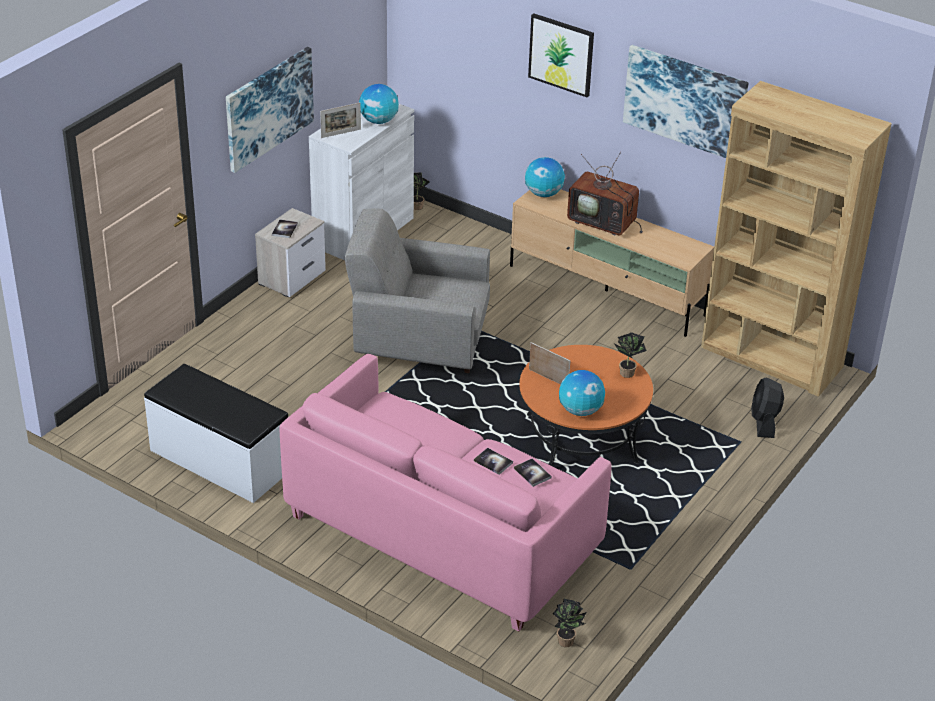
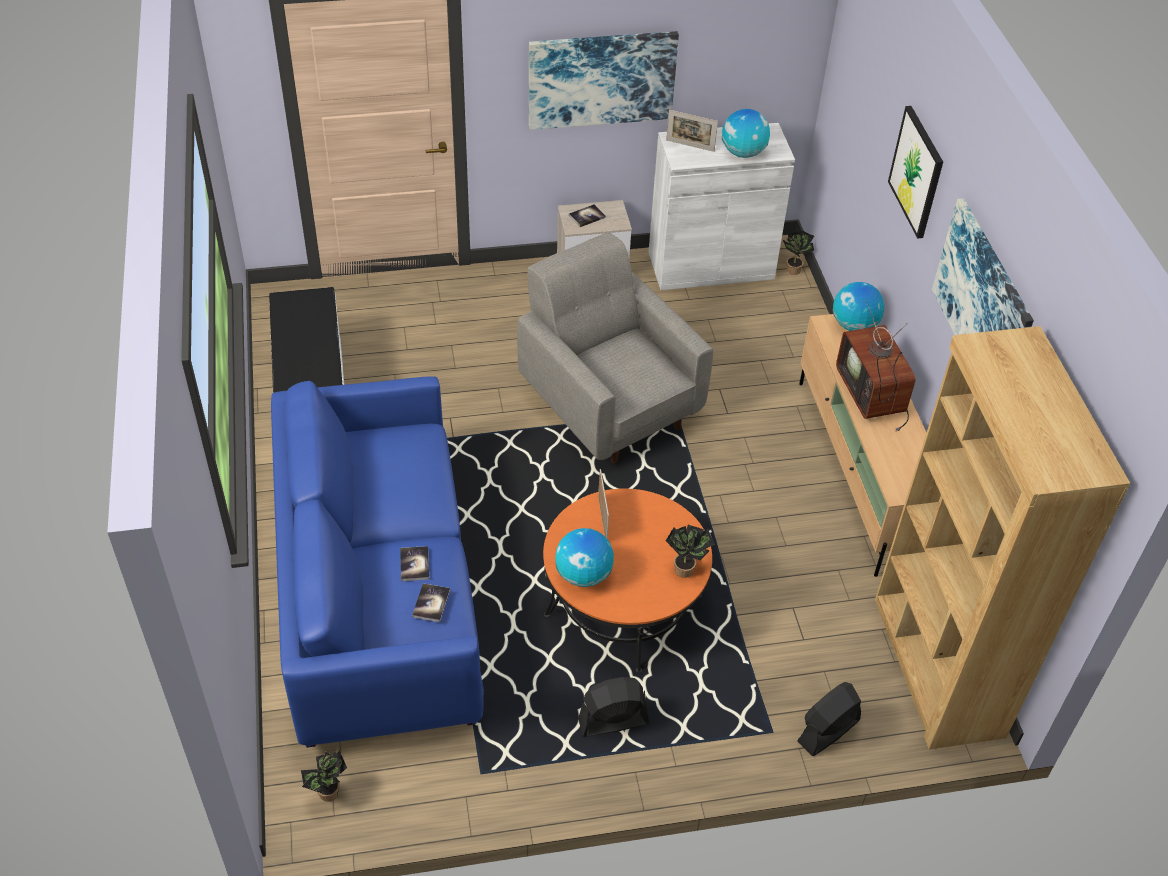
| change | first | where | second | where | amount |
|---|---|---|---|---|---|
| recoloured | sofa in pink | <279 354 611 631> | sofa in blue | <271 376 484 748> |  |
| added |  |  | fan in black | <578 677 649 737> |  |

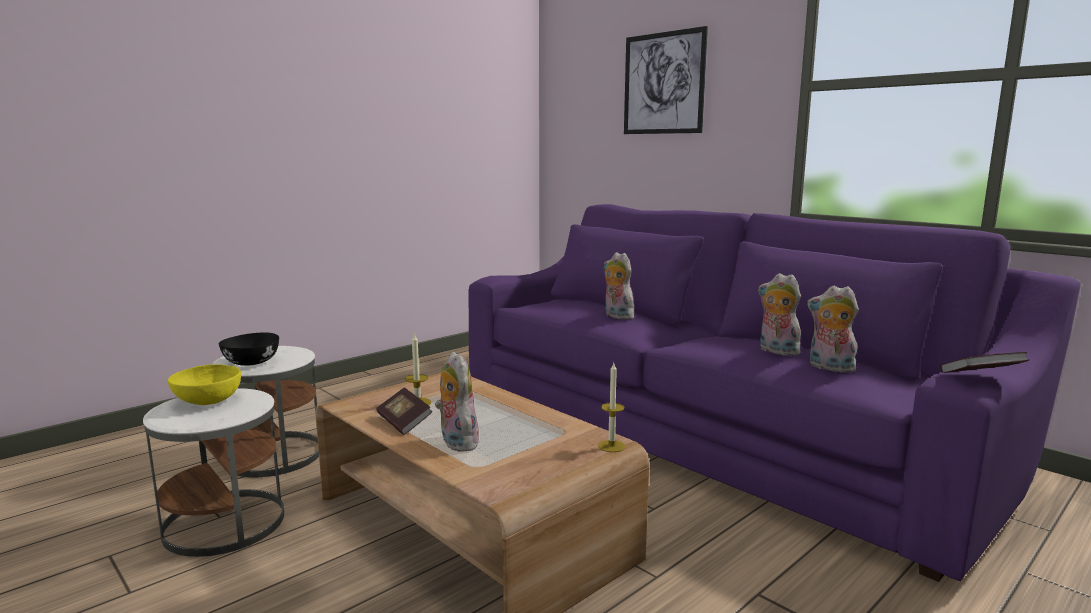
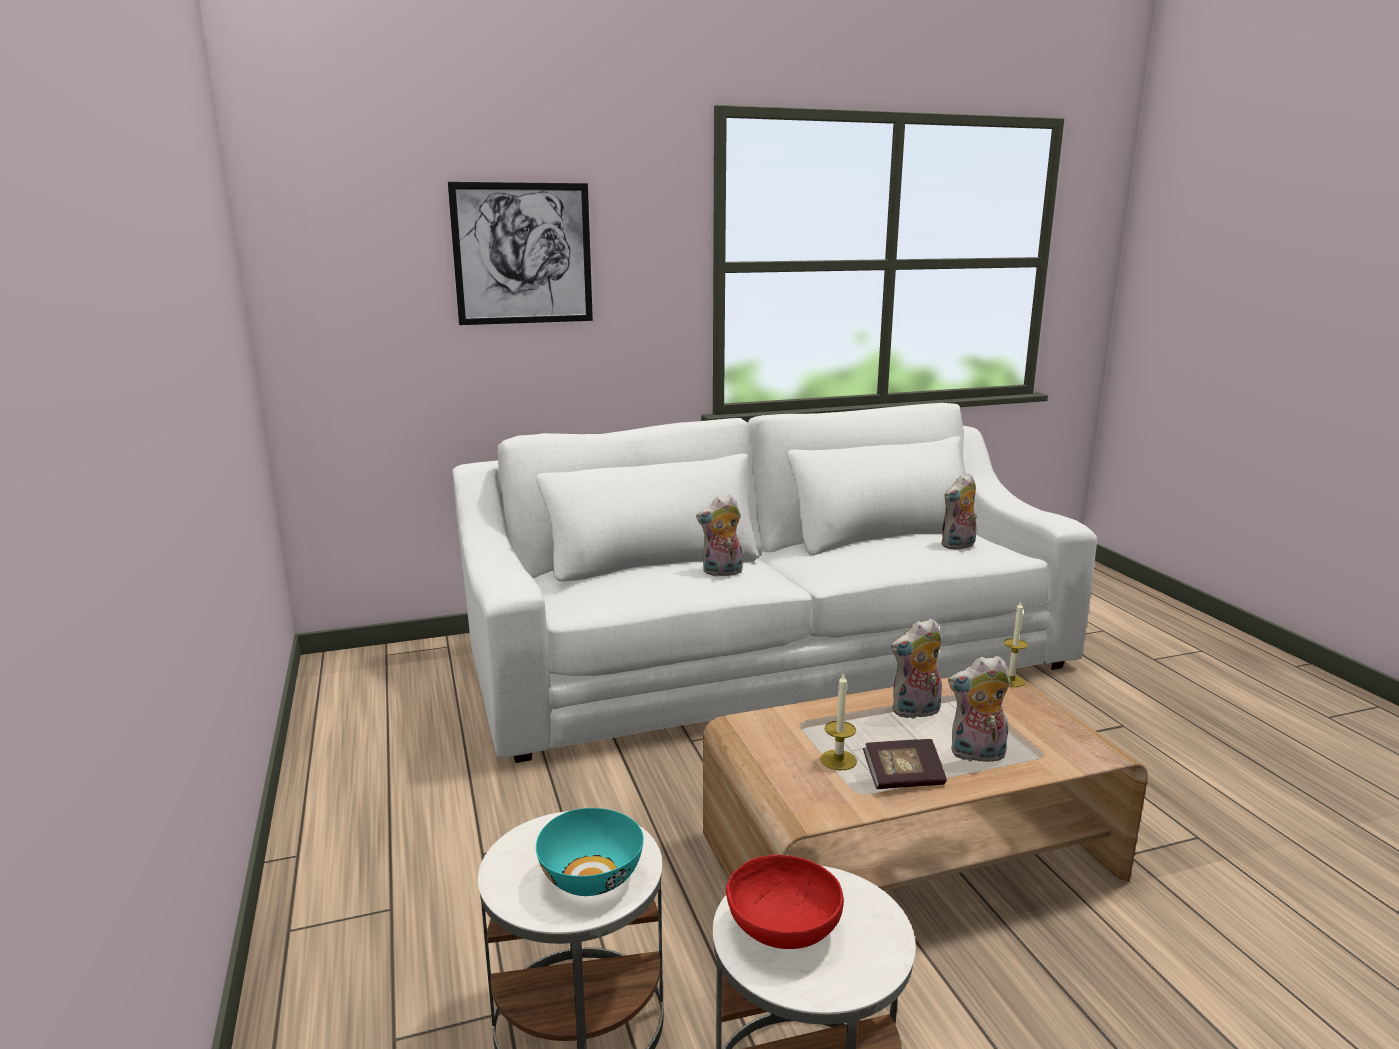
| change | first | where | second | where | amount |
|---|---|---|---|---|---|
| recoloured | sofa in purple | <469 204 1081 582> | sofa in white | <452 403 1097 763> |  |
| recoloured | bowl in black | <218 332 279 366> | bowl in turquoise | <536 808 644 896> |  |
| recoloured | bowl in yellow | <168 364 241 405> | bowl in red | <726 855 844 949> |  |
| moved | plush toy | <758 273 801 356> |  | <891 618 942 719> |  |
| removed | book | <940 352 1029 373> |  |  |  |

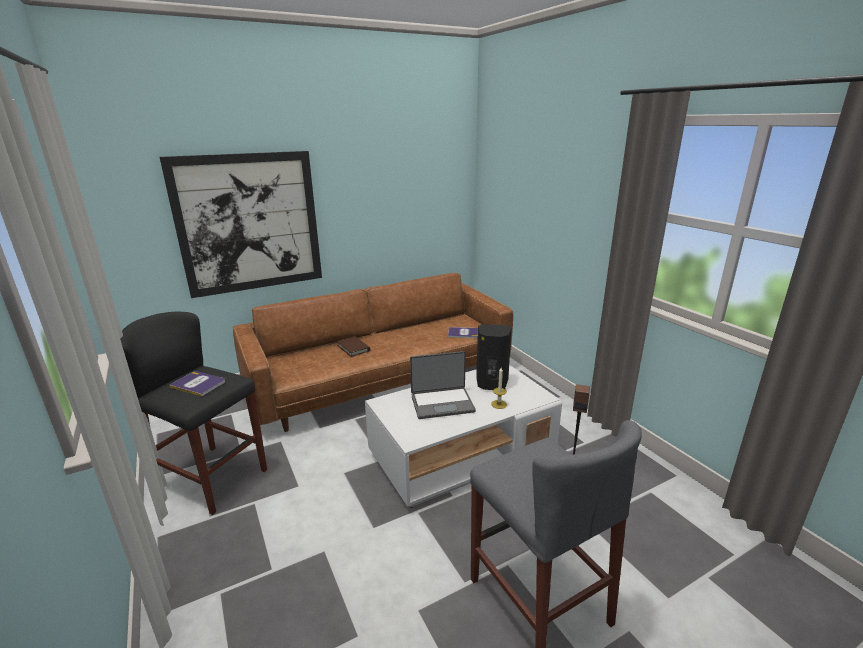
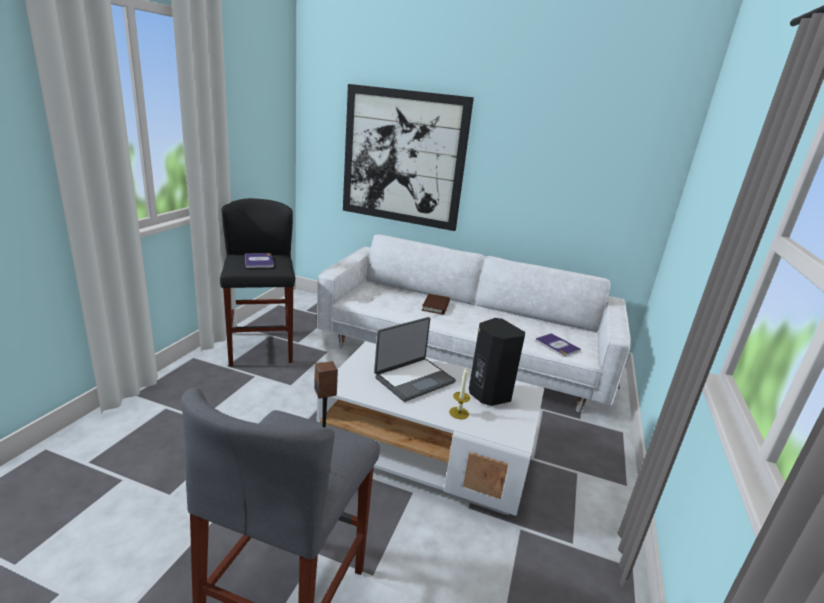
| change | first | where | second | where | amount |
|---|---|---|---|---|---|
| recoloured | sofa in brown | <233 273 513 432> | sofa in white | <317 234 631 412> |  |
| turned | laptop | <410 351 476 419> |  | <374 317 456 402> | 75 degrees counterclockwise |

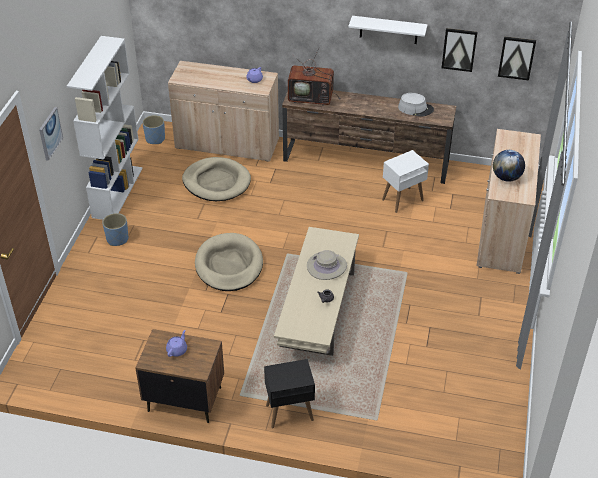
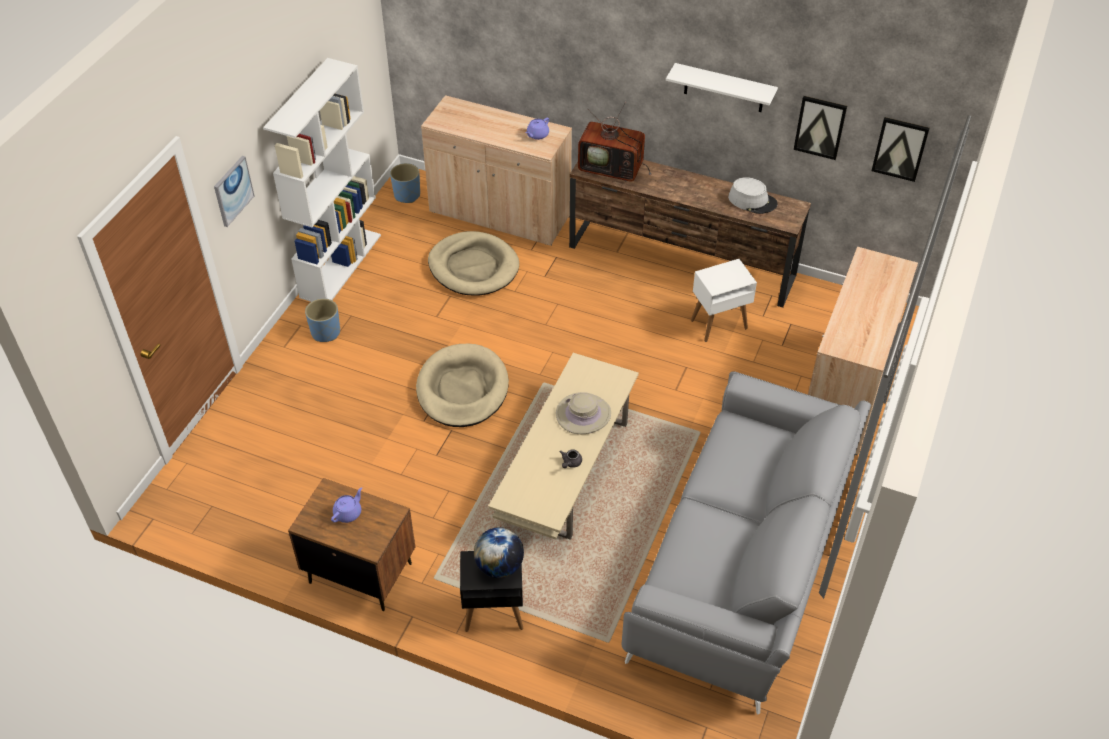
| change | first | where | second | where | amount |
|---|---|---|---|---|---|
| moved | globe | <493 150 525 182> |  | <474 527 524 578> |  |
| added |  |  | sofa in grey | <622 371 871 715> |  |

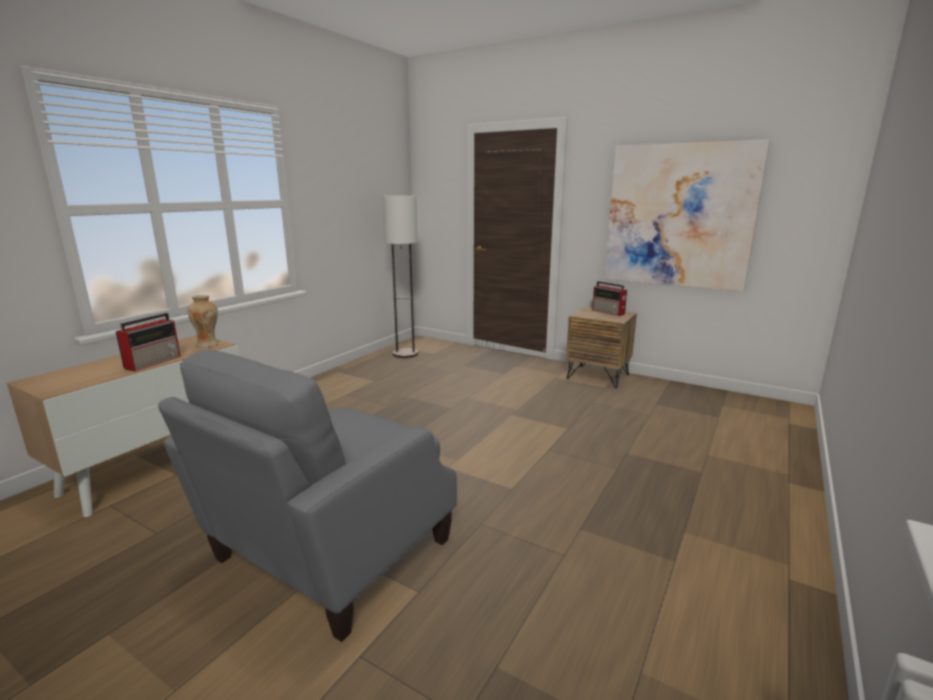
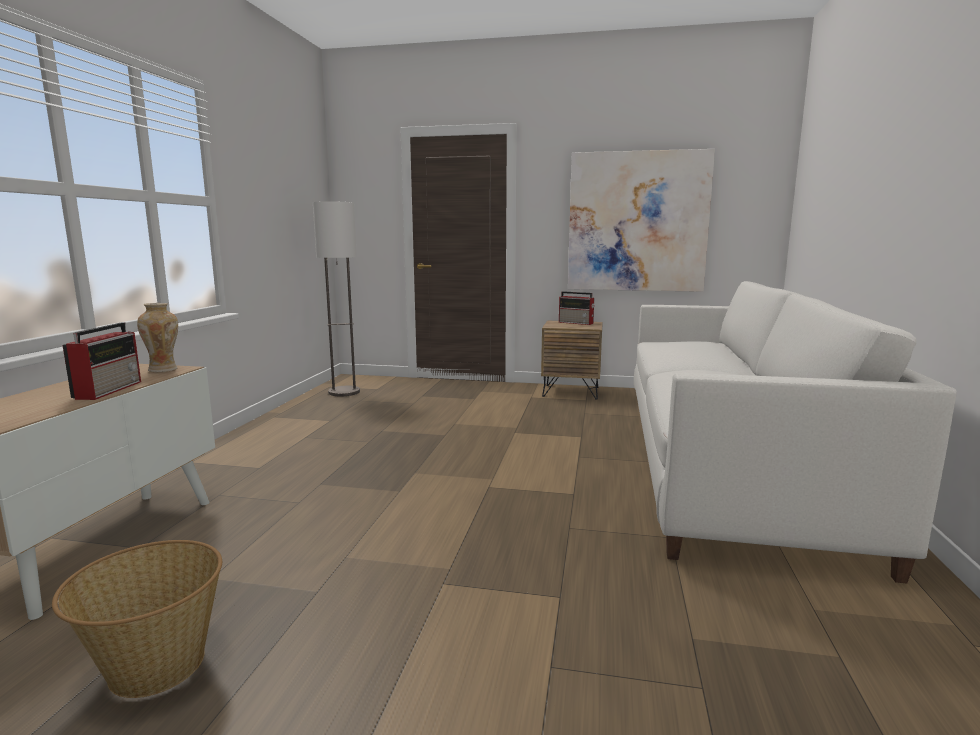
| change | first | where | second | where | amount |
|---|---|---|---|---|---|
| added |  |  | basket | <52 540 222 698> |  |
| added |  |  | sofa in white | <634 281 957 583> |  |
| removed | armchair in grey | <158 350 457 642> |  |  |  |

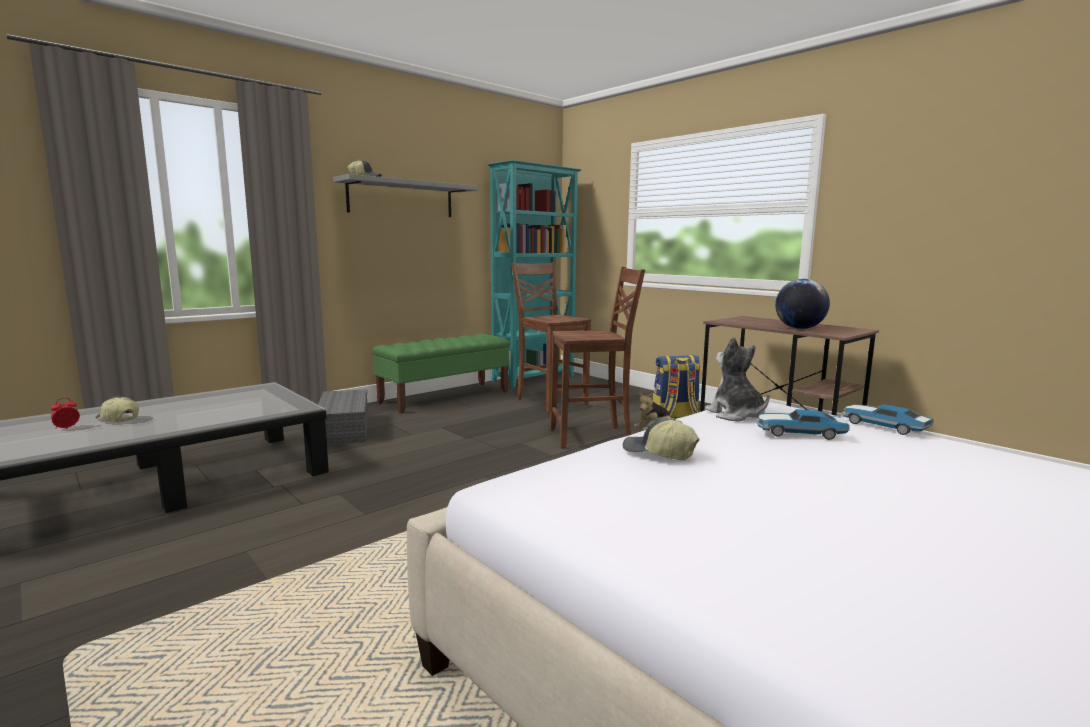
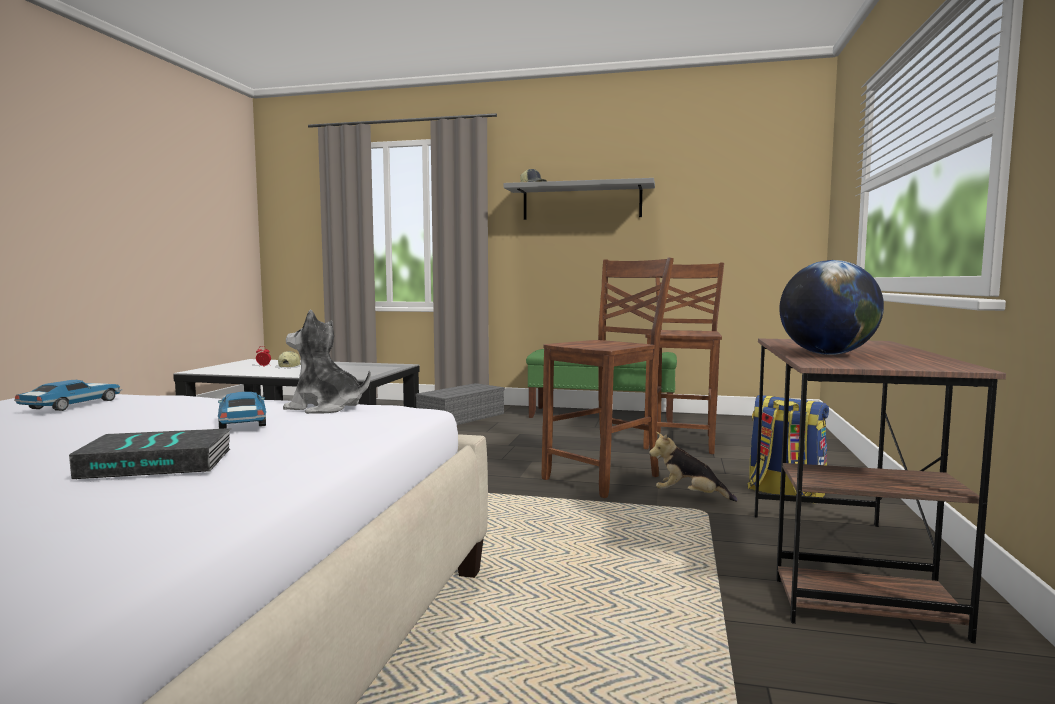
| change | first | where | second | where | amount |
|---|---|---|---|---|---|
| moved | toy car | <841 404 934 435> |  | <14 380 122 411> |  |
| added |  |  | book | <69 428 231 479> |  |
| turned | plush toy | <705 337 770 422> |  | <283 310 371 414> | 105 degrees counterclockwise |
| turned | chair in brown | <550 267 645 448> |  | <542 258 674 498> | 90 degrees counterclockwise |
| removed | bookcase in turquoise | <487 160 582 388> |  |  |  |
| removed | cap | <623 417 699 460> |  |  |  |

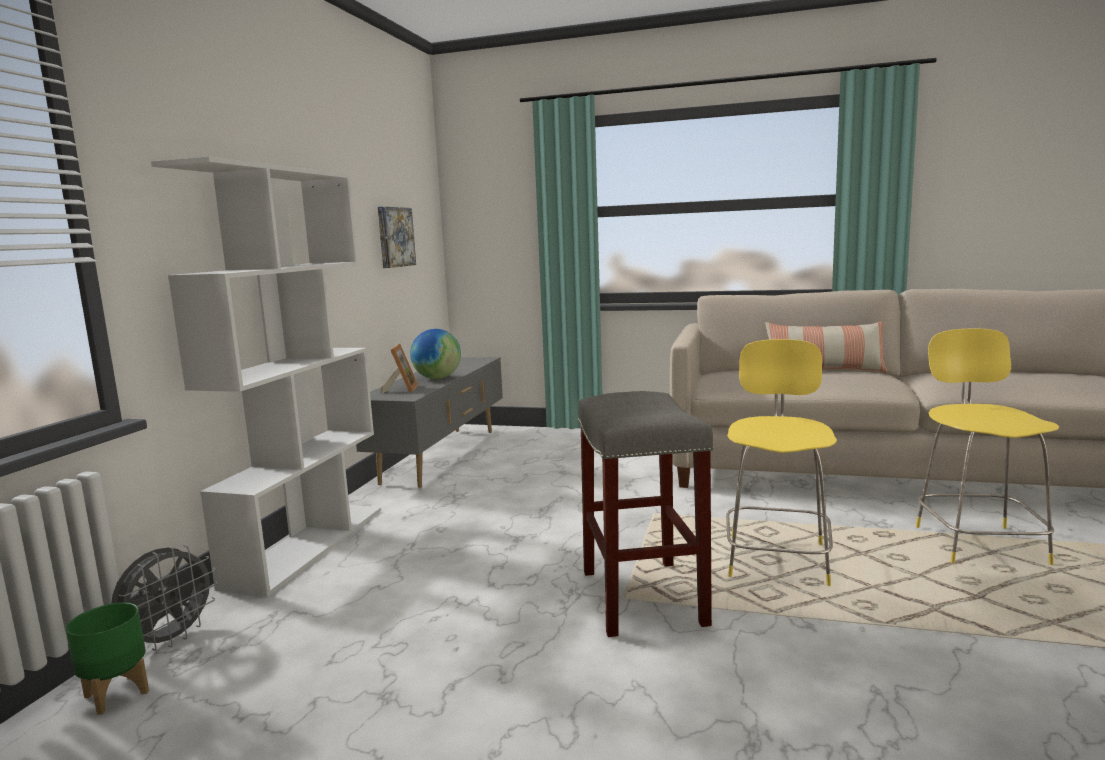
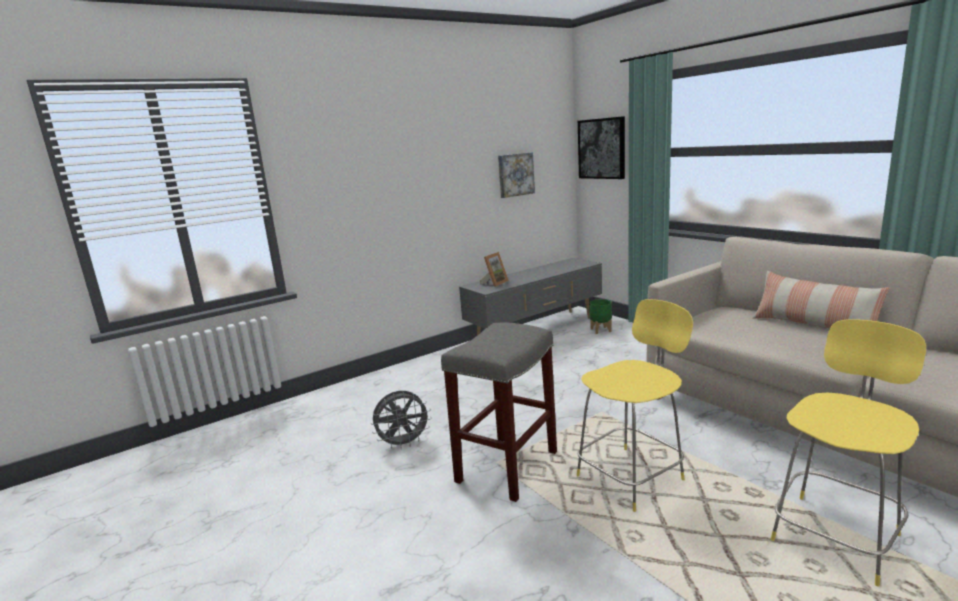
| change | first | where | second | where | amount |
|---|---|---|---|---|---|
| moved | fan in grey | <112 545 218 651> |  | <371 391 432 449> |  |
| added |  |  | picture | <578 116 625 179> |  |
| moved | planter in green | <66 602 149 715> |  | <589 299 612 334> |  |
| removed | bookcase in white | <151 157 381 597> |  |  |  |
| removed | globe | <410 329 461 379> |  |  |  |

